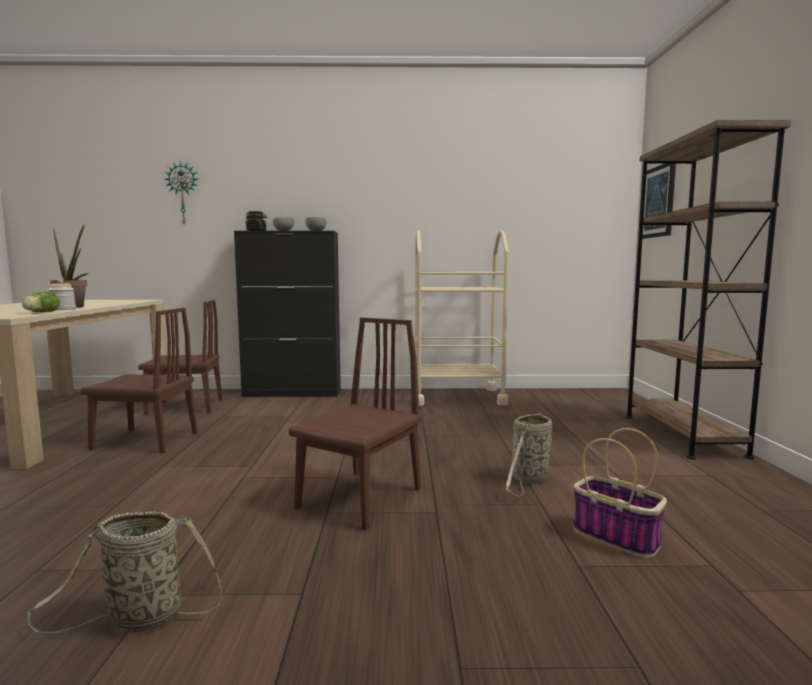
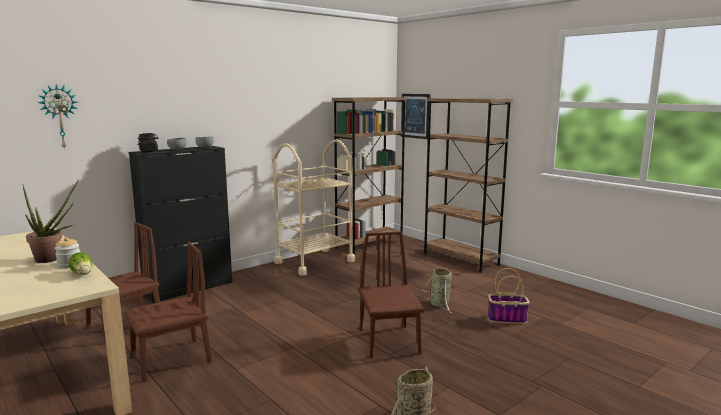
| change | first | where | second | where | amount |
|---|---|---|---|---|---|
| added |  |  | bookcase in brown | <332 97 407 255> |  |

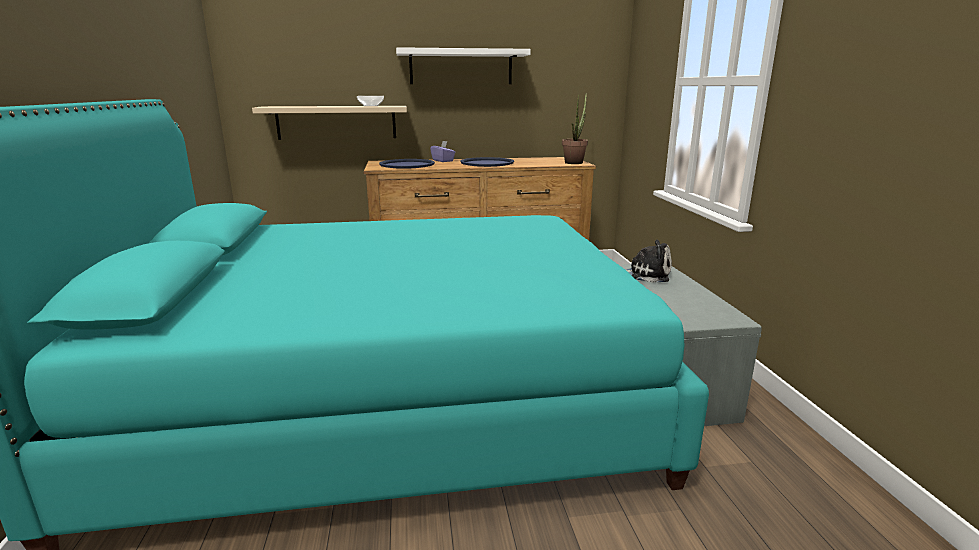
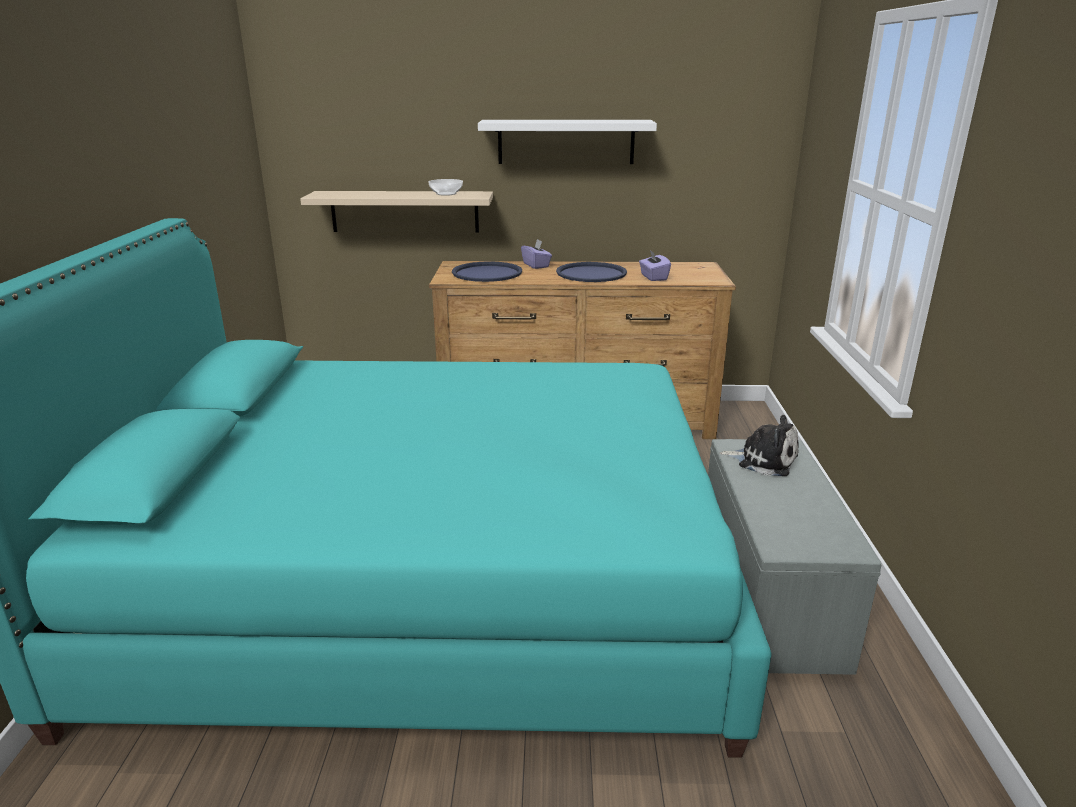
| change | first | where | second | where | amount |
|---|---|---|---|---|---|
| added |  |  | tissue box in purple | <639 250 671 281> |  |
| removed | potted plant | <562 92 588 164> |  |  |  |

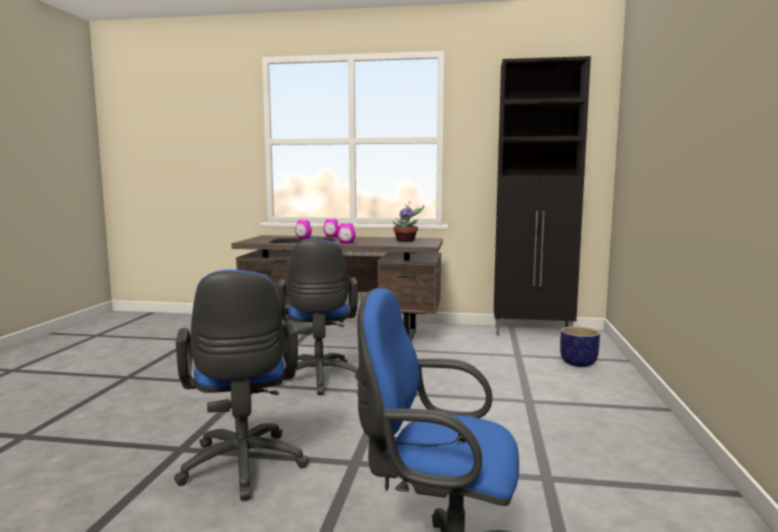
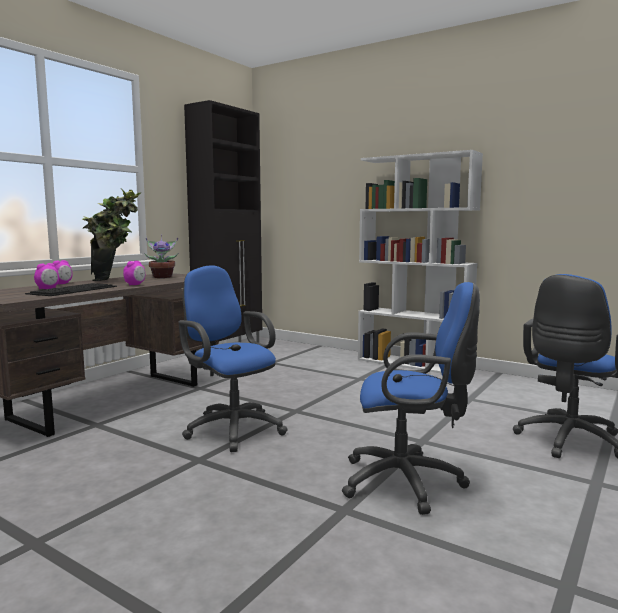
| change | first | where | second | where | amount |
|---|---|---|---|---|---|
| added |  |  | potted plant | <82 188 141 281> |  |
| turned | office chair in blue | <277 239 359 395> |  | <179 265 288 452> | 150 degrees counterclockwise |
| added |  |  | bookcase in white | <358 150 483 374> |  |
| removed | planter | <560 326 600 367> |  |  |  |

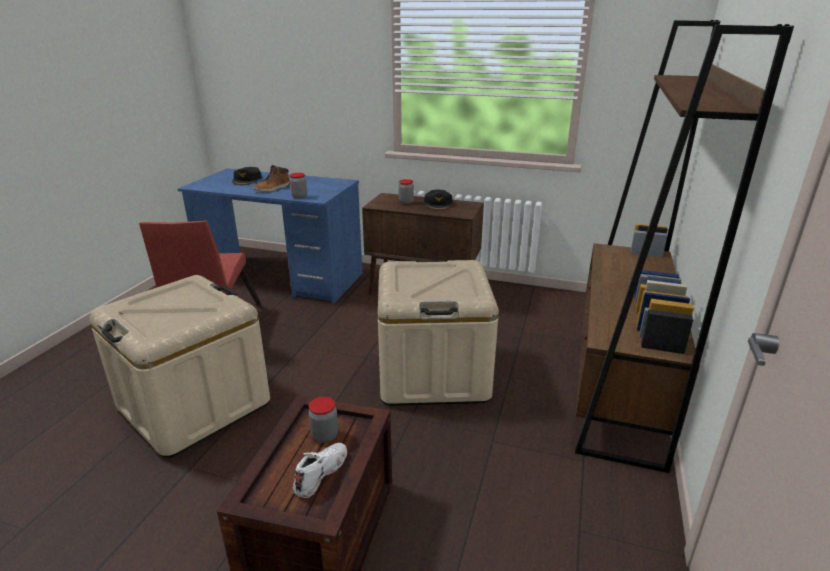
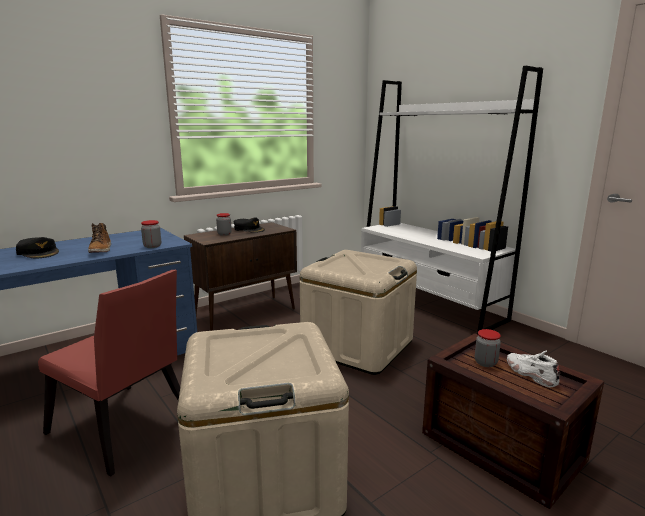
| change | first | where | second | where | amount |
|---|---|---|---|---|---|
| recoloured | bookcase in brown | <575 20 794 473> | bookcase in white | <361 66 543 334> |  |

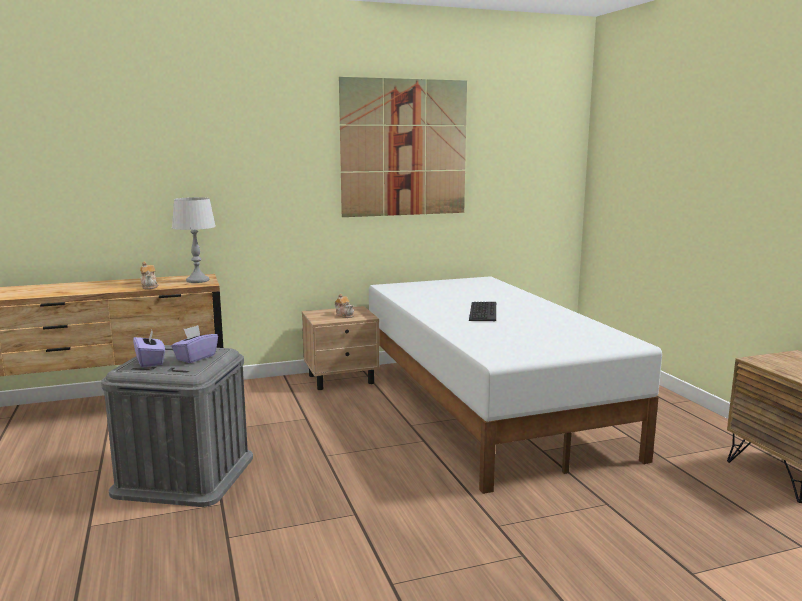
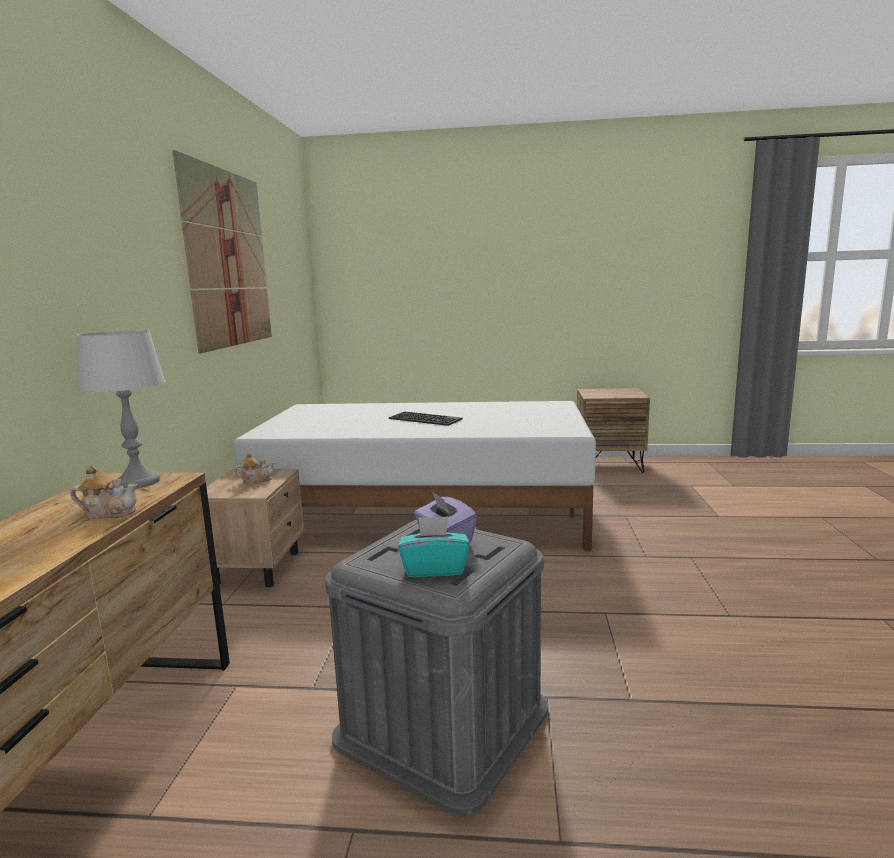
| change | first | where | second | where | amount |
|---|---|---|---|---|---|
| recoloured | tissue box in purple | <133 330 165 367> | tissue box in turquoise | <398 516 470 577> |  |

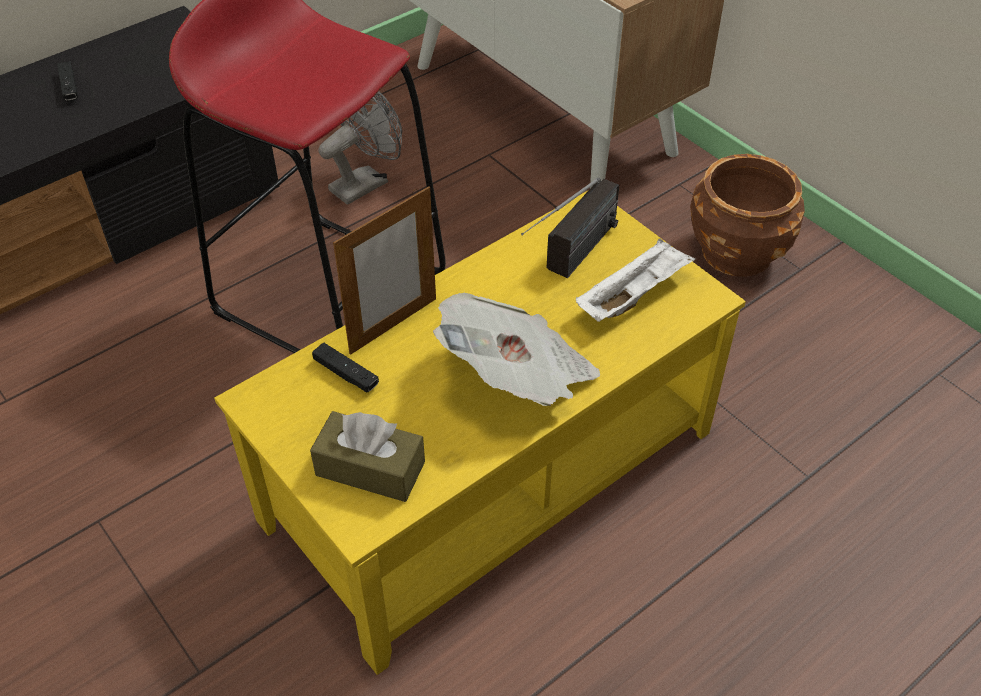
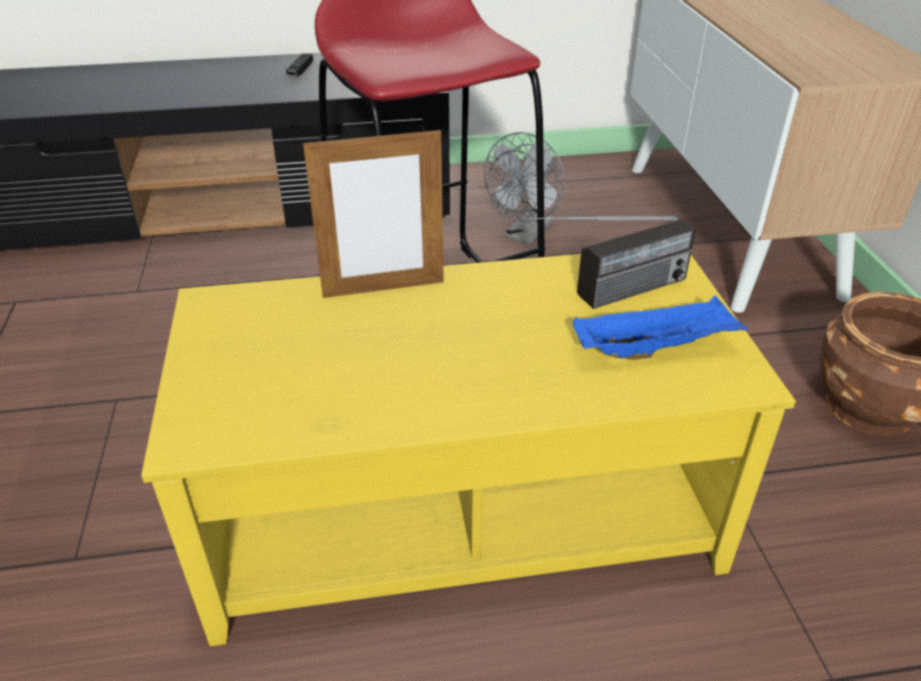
| change | first | where | second | where | amount |
|---|---|---|---|---|---|
| turned | fan in grey | <318 91 402 205> |  | <484 132 565 245> | 135 degrees clockwise |
| recoloured | tray in white | <576 238 695 322> | tray in blue | <573 295 748 359> |  |
| removed | tissue box in brown | <310 411 425 502> |  |  |  |
| removed | game controller in black | <312 343 379 393> |  |  |  |
| removed | newspaper | <433 293 600 406> |  |  |  |

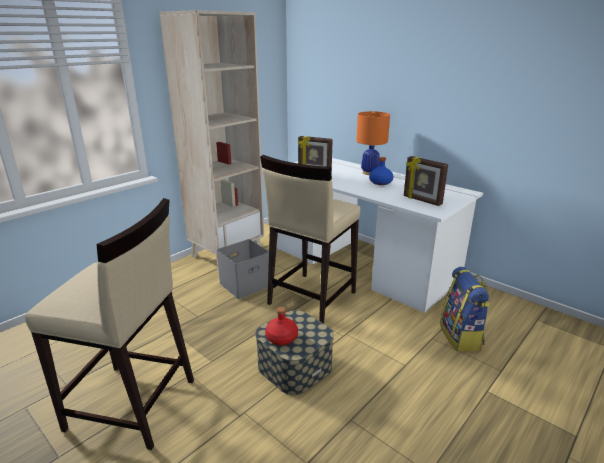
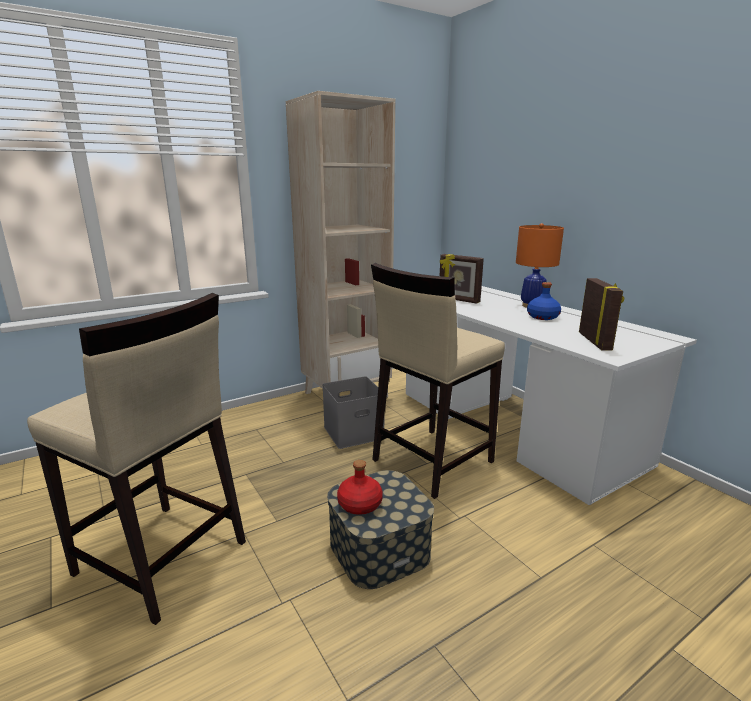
| change | first | where | second | where | amount |
|---|---|---|---|---|---|
| turned | picture frame | <404 156 448 206> |  | <579 278 624 351> | 150 degrees counterclockwise |
| removed | backpack | <440 267 490 352> |  |  |  |

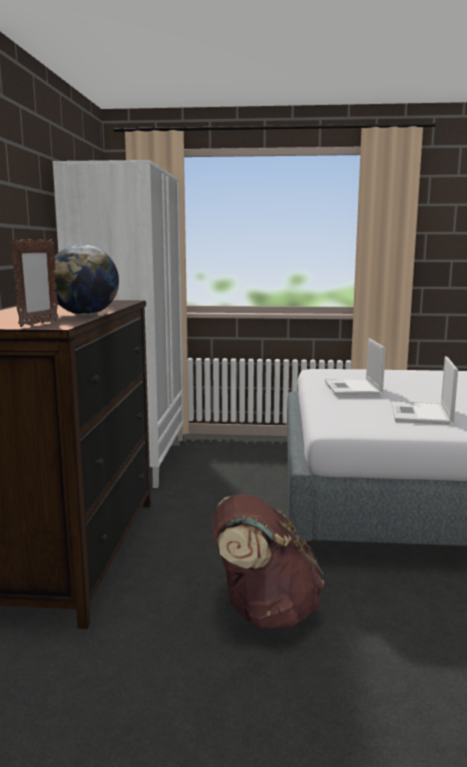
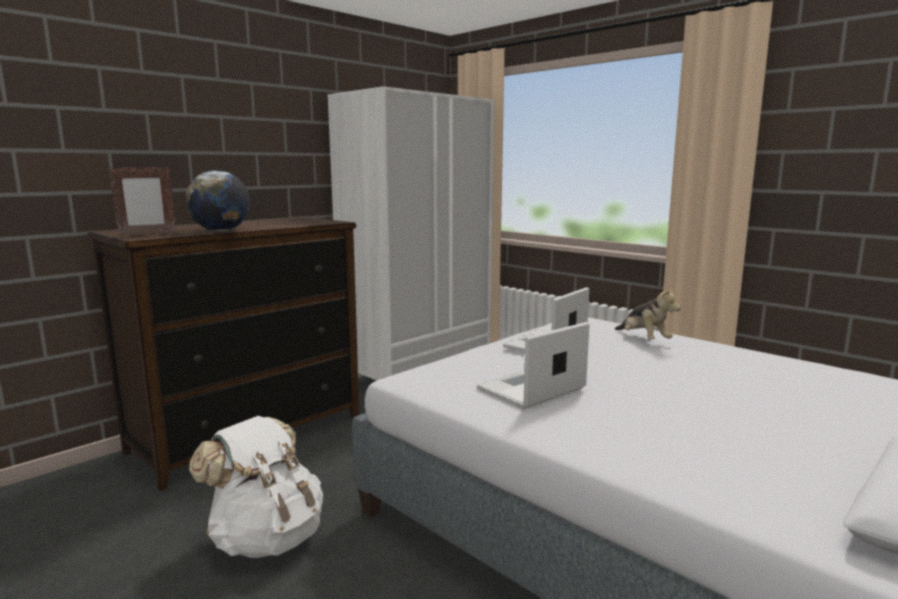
| change | first | where | second | where | amount |
|---|---|---|---|---|---|
| recoloured | backpack in brown | <212 494 325 628> | backpack in white | <189 416 323 558> |  |
| added |  |  | plush toy | <615 286 681 339> |  |

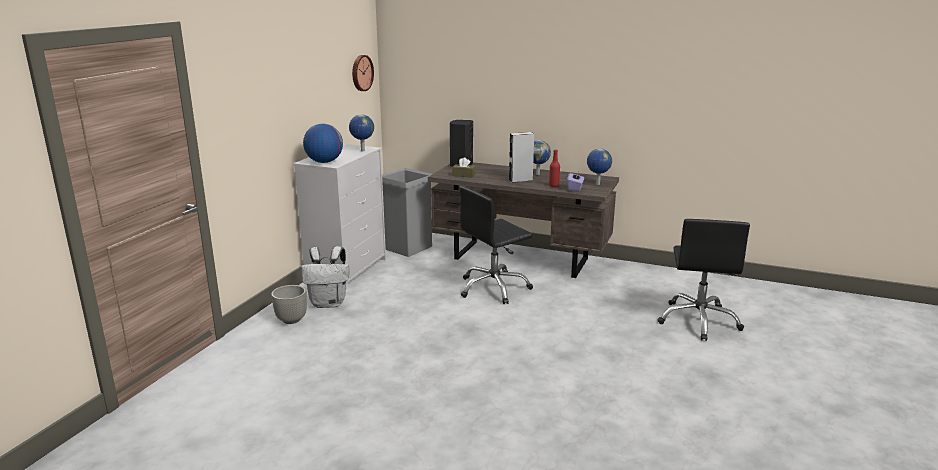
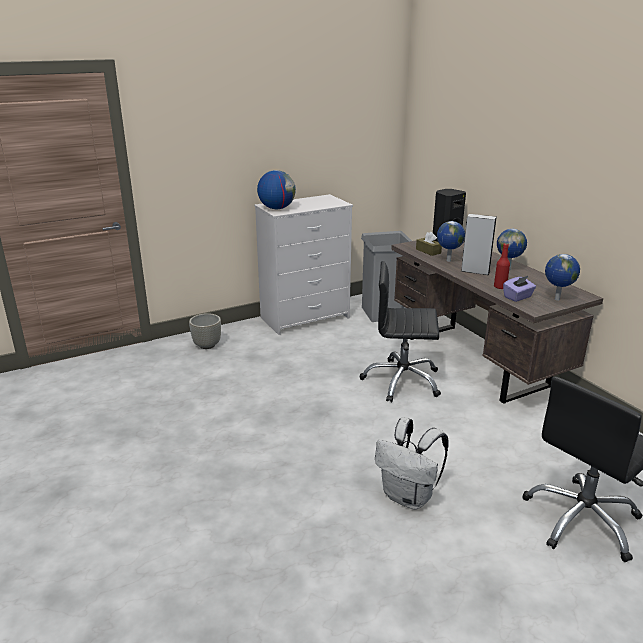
| change | first | where | second | where | amount |
|---|---|---|---|---|---|
| moved | backpack in white | <301 246 349 308> |  | <375 417 449 510> |  |
| moved | globe | <349 114 374 151> |  | <437 221 465 262> |  |
| removed | wall clock | <352 55 374 91> |  |  |  |

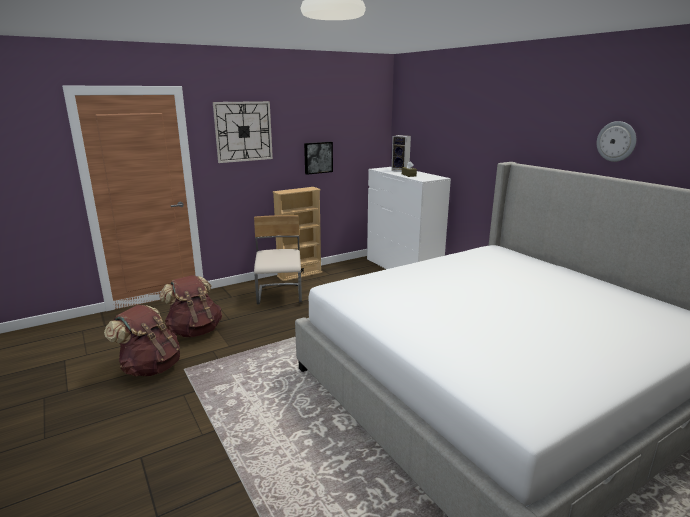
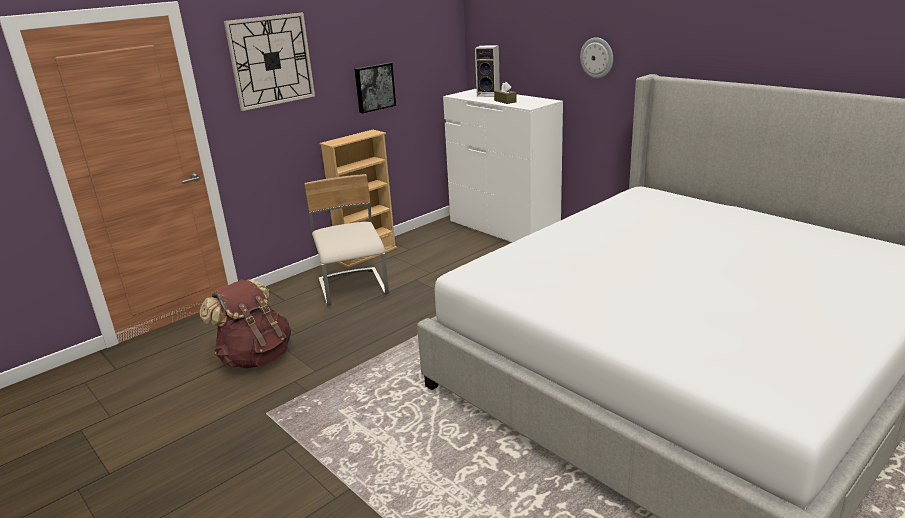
| change | first | where | second | where | amount |
|---|---|---|---|---|---|
| moved | wall clock | <597 121 636 162> |  | <580 37 613 78> |  |
| removed | backpack in brown | <104 305 180 377> |  |  |  |

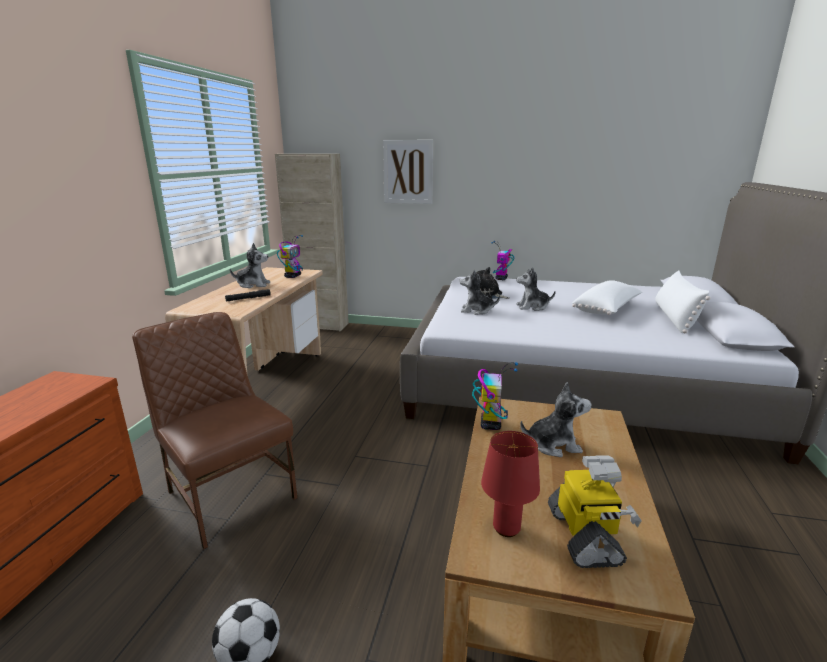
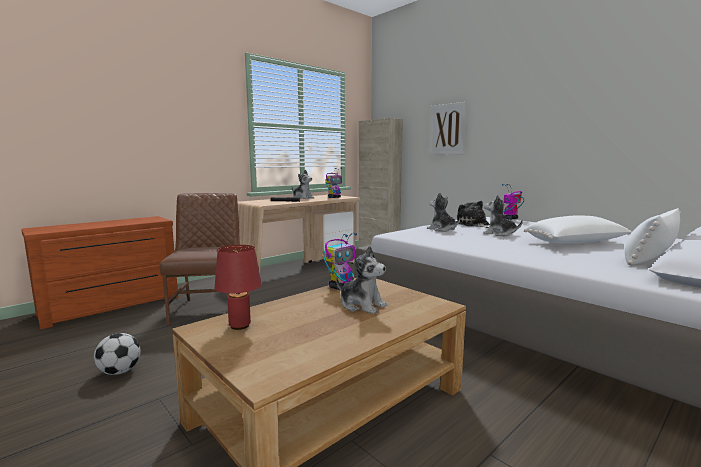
| change | first | where | second | where | amount |
|---|---|---|---|---|---|
| removed | toy robot | <548 456 642 568> |  |  |  |

